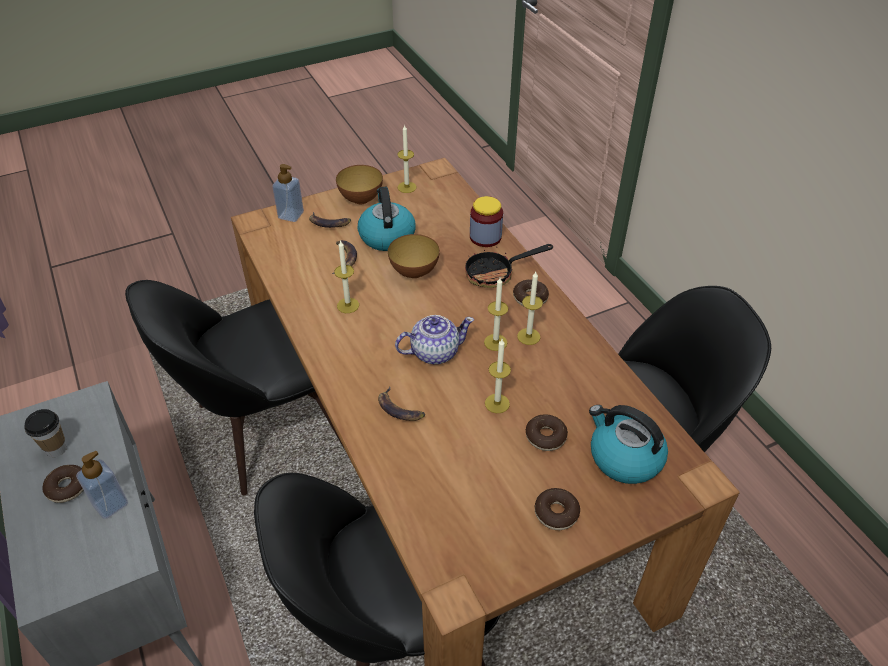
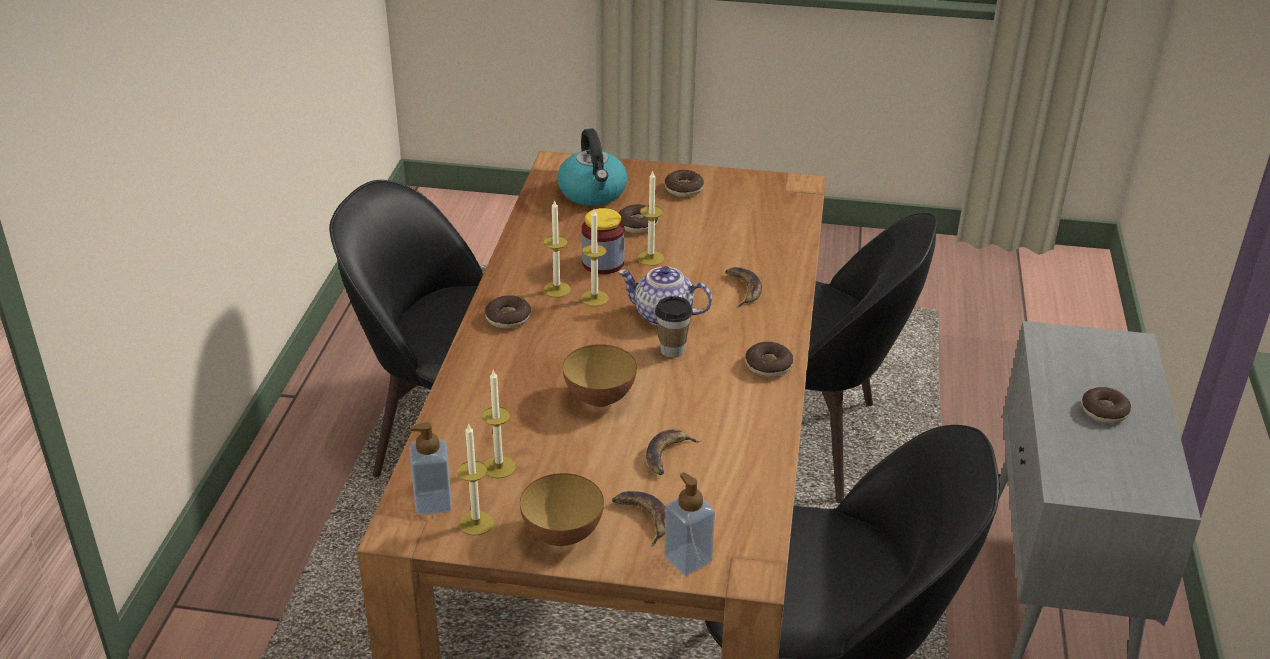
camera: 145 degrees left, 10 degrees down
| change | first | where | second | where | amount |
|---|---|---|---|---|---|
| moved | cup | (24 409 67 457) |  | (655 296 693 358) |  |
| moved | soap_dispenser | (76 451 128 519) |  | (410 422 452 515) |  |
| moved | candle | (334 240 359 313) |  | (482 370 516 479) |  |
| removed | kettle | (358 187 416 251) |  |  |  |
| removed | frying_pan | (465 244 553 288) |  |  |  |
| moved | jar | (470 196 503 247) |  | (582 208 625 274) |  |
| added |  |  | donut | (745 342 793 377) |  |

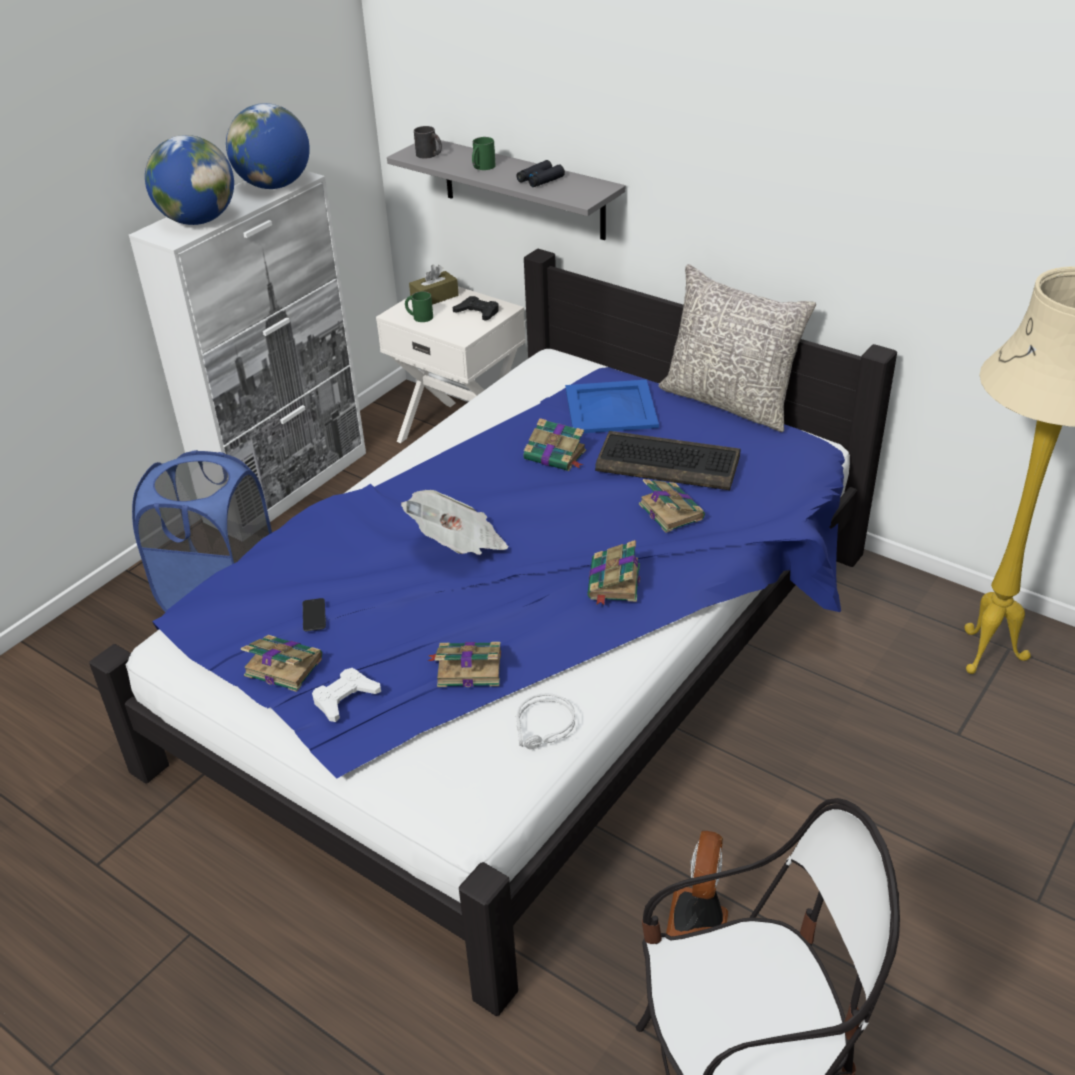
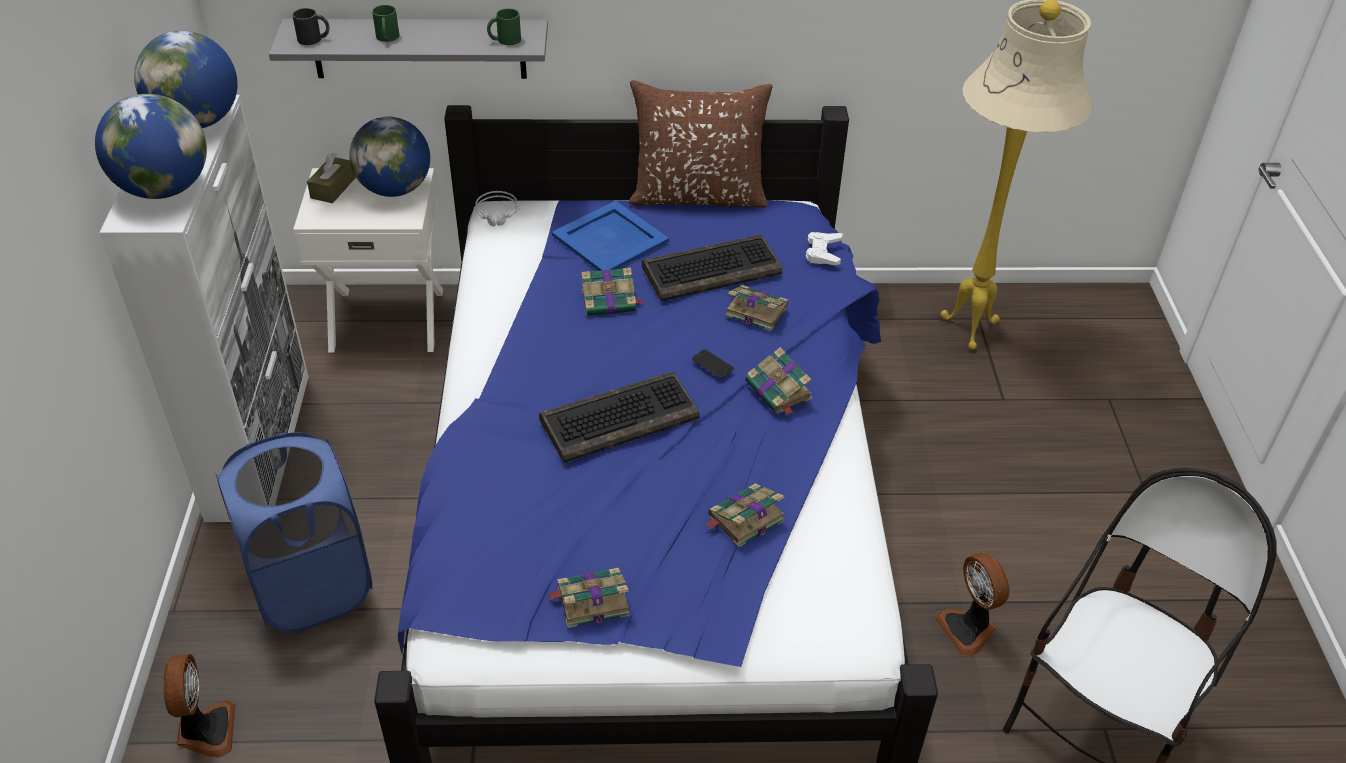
camera: 40 degrees left, 5 degrees up
| change | first | where | second | where | amount |
|---|---|---|---|---|---|
| moved | phone | (303 598 326 631) |  | (692 349 734 378) |  |
| moved | white_game_controller | (312 668 381 722) |  | (806 232 843 265) |  |
| replaced | newspaper | (401 490 509 555) | keyboard | (539 371 700 463) |  |
| moved | green_mug | (405 291 433 322) |  | (487 8 521 45) |  |
| replaced | black_game_controller | (453 296 499 321) | globe | (349 117 430 197) |  |
| removed | black_binoculars | (516 160 565 187) |  |  |  |
| moved | grey_headphones | (516 693 575 750) |  | (476 191 521 226) |  |
| recoloured | grey_pillow | (659 264 816 432) | brown_pillow | (628 80 773 208) |  |
| added |  |  | fan | (163 654 236 757) |  |

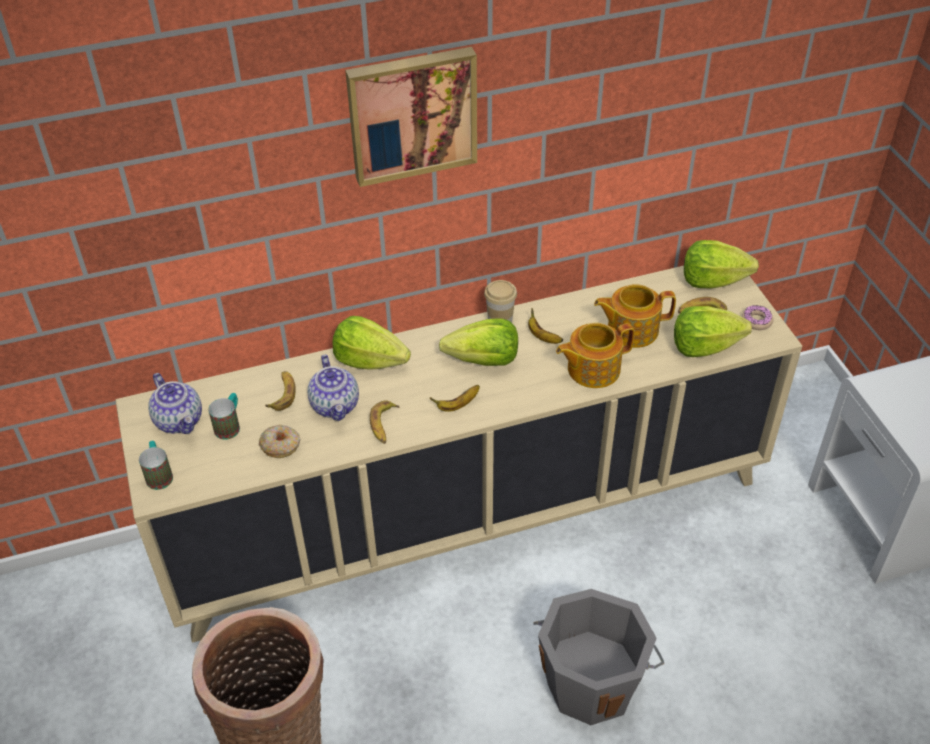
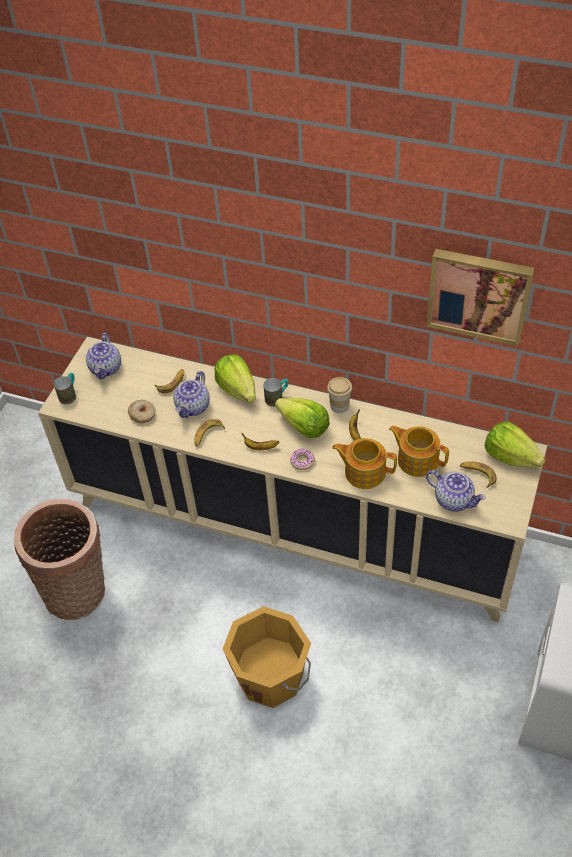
camera: 40 degrees right, 5 degrees up
| change | first | where | second | where | amount |
|---|---|---|---|---|---|
| moved | mug | (208 393 240 440) |  | (263 378 288 407) |  |
| moved | picture | (345 47 477 187) |  | (426 249 534 346) |  |
| recoloured | grey_bucket | (533 589 664 725) | orange_bucket | (223 606 311 708) |  |
| replaced | lettuce | (674 306 752 357) | teapot | (426 470 486 511) |  |
| moved | donut | (742 305 774 330) |  | (290 448 315 470) |  |

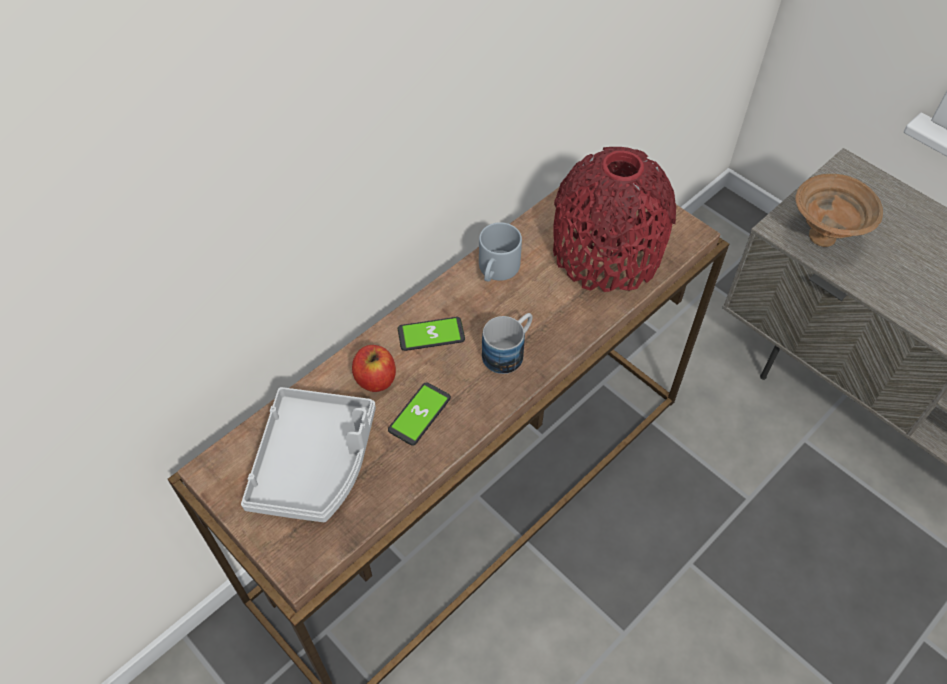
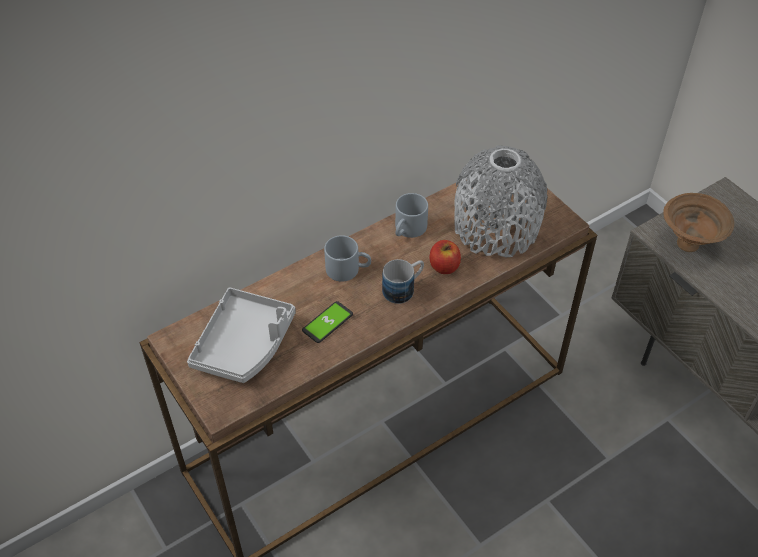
camera: 10 degrees right, 5 degrees down
| change | first | where | second | where | amount |
|---|---|---|---|---|---|
| moved | apple | (352 345 396 392) |  | (430 240 461 274) |  |
| replaced | phone | (398 317 465 351) | grey_mug | (324 235 371 282) |  |
| recoloured | red_vase | (553 147 676 292) | grey_vase | (454 145 547 257) |  |

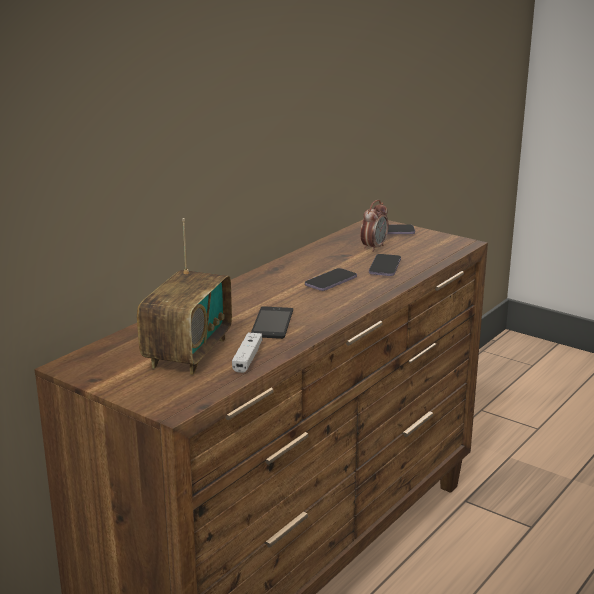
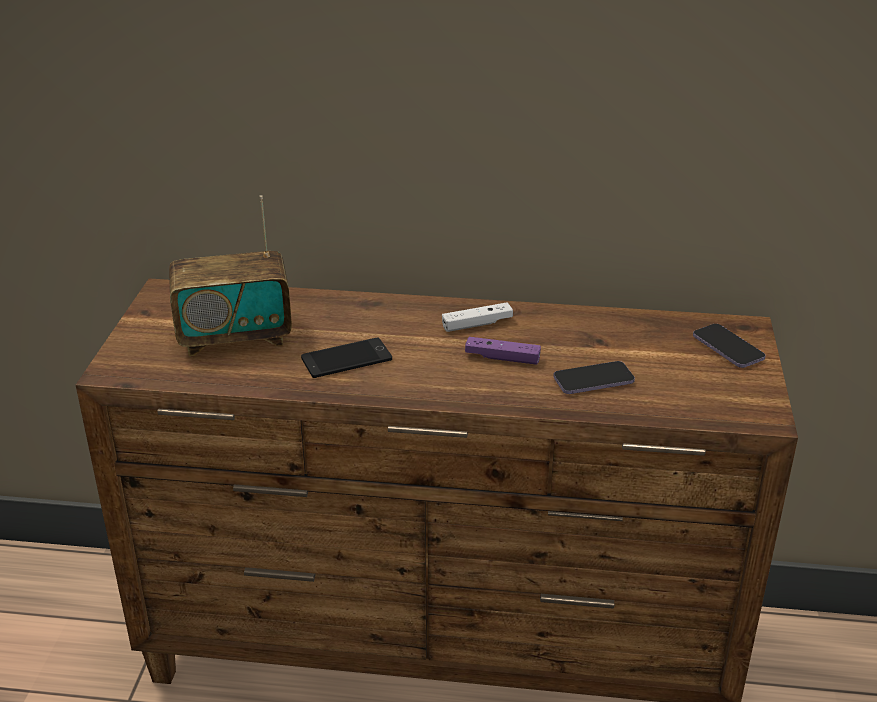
camera: 60 degrees right, 10 degrees up
| change | first | where | second | where | amount |
|---|---|---|---|---|---|
| moved | white_game_controller | (232 332 262 373) |  | (442 302 513 332) |  |
| replaced | phone | (305 268 357 291) | purple_game_controller | (465 337 541 365) |  |
| removed | alarm_clock | (360 200 389 252) |  |  |  |

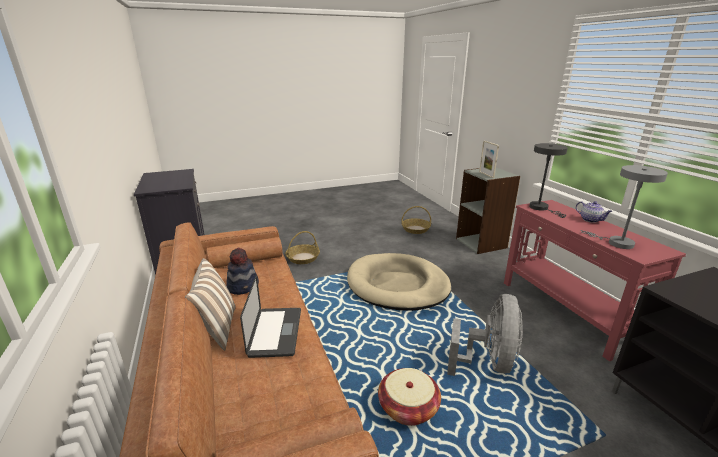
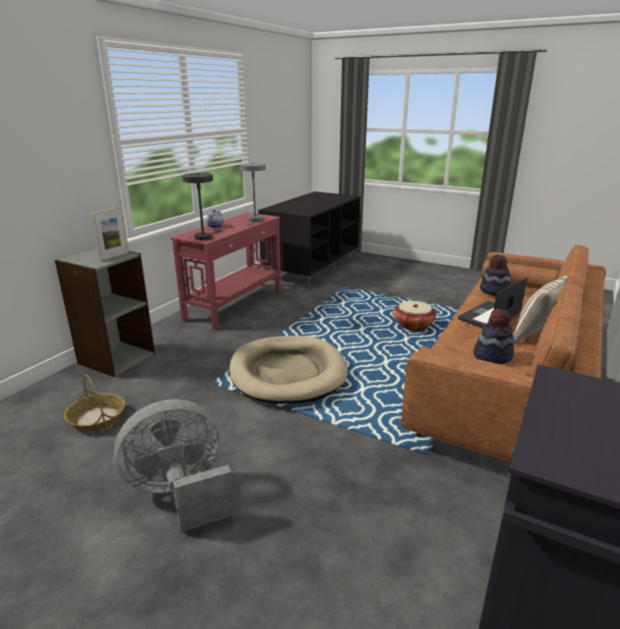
camera: 130 degrees left, 0 degrees up
| change | first | where | second | where | amount |
|---|---|---|---|---|---|
| removed | basket | (285 231 320 264) |  |  |  |
| moved | grey_fan | (447 294 523 376) |  | (114 399 235 532) |  |
| added |  |  | hat | (480 255 511 296) |  |

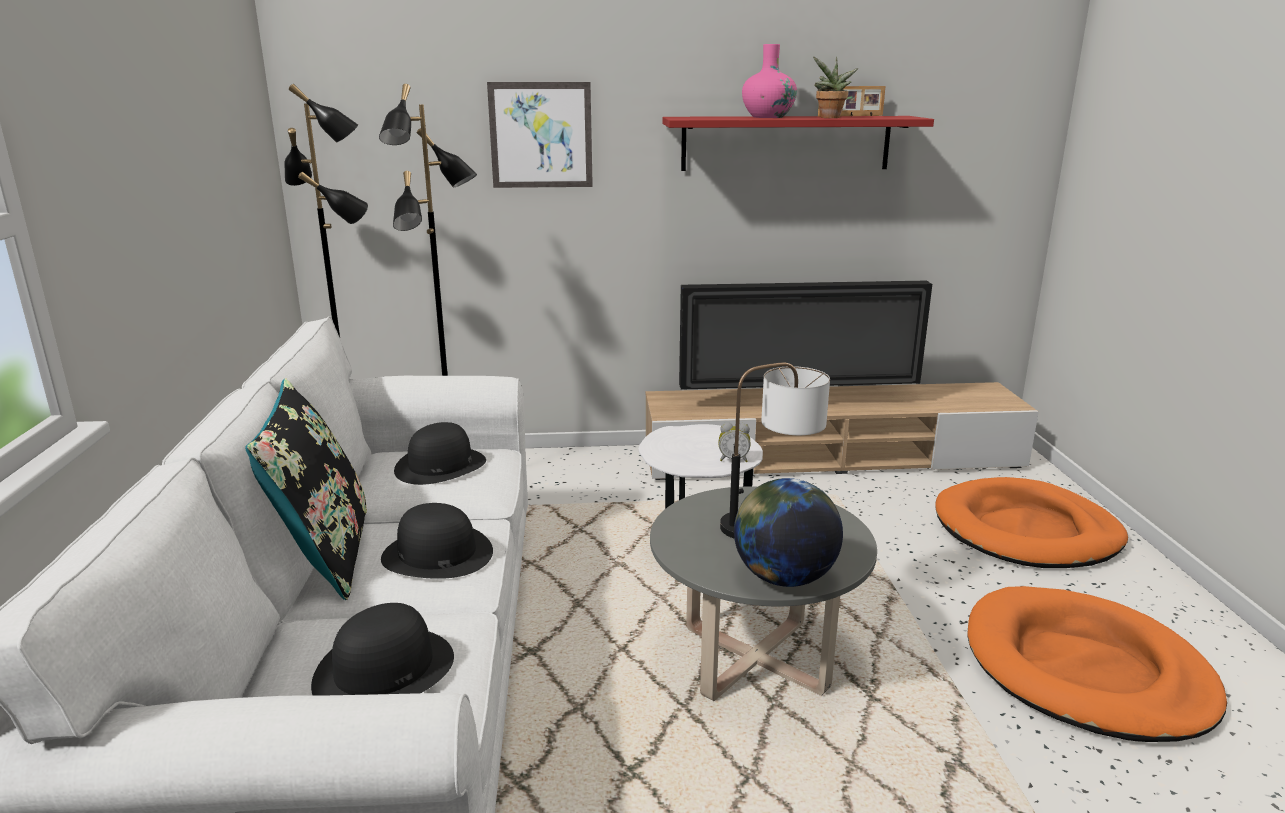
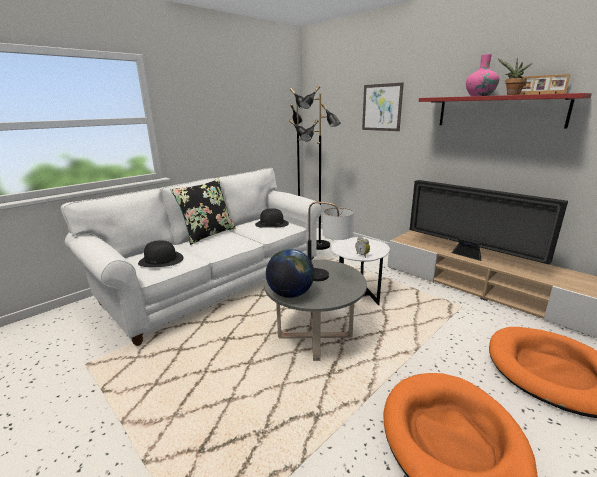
camera: 50 degrees right, 0 degrees up
| change | first | where | second | where | amount |
|---|---|---|---|---|---|
| removed | black_hat | (381 503 493 579) |  |  |  |

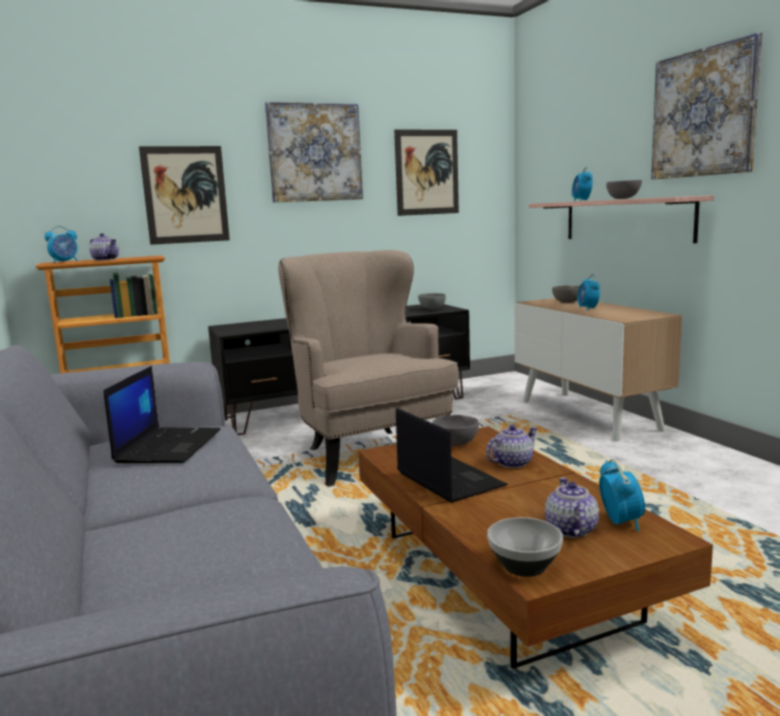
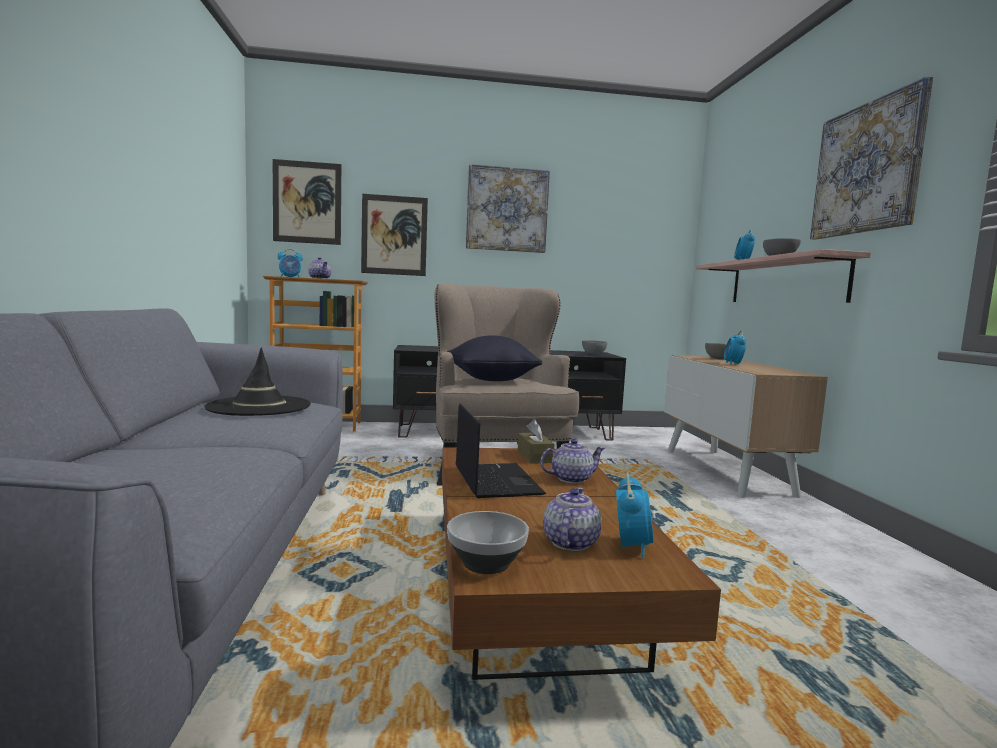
camera: 15 degrees right, 5 degrees down
| change | first | where | second | where | amount |
|---|---|---|---|---|---|
| replaced | laptop | (104 366 221 463) | black_hat | (204 348 311 416) |  |
| moved | picture | (394 129 459 216) |  | (273 159 341 245) |  |
| replaced | grey_bowl | (432 415 479 446) | brown_tissue_box | (518 420 554 464) |  |
| added |  |  | black_pillow | (447 335 542 381) |  |

